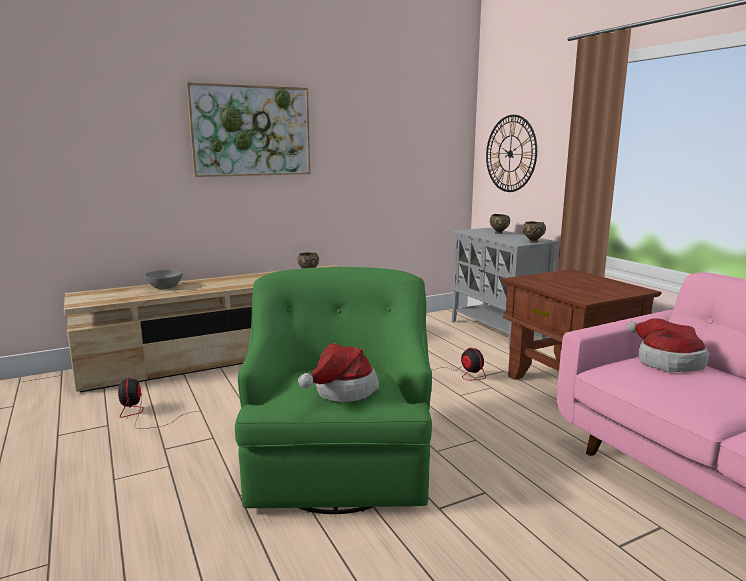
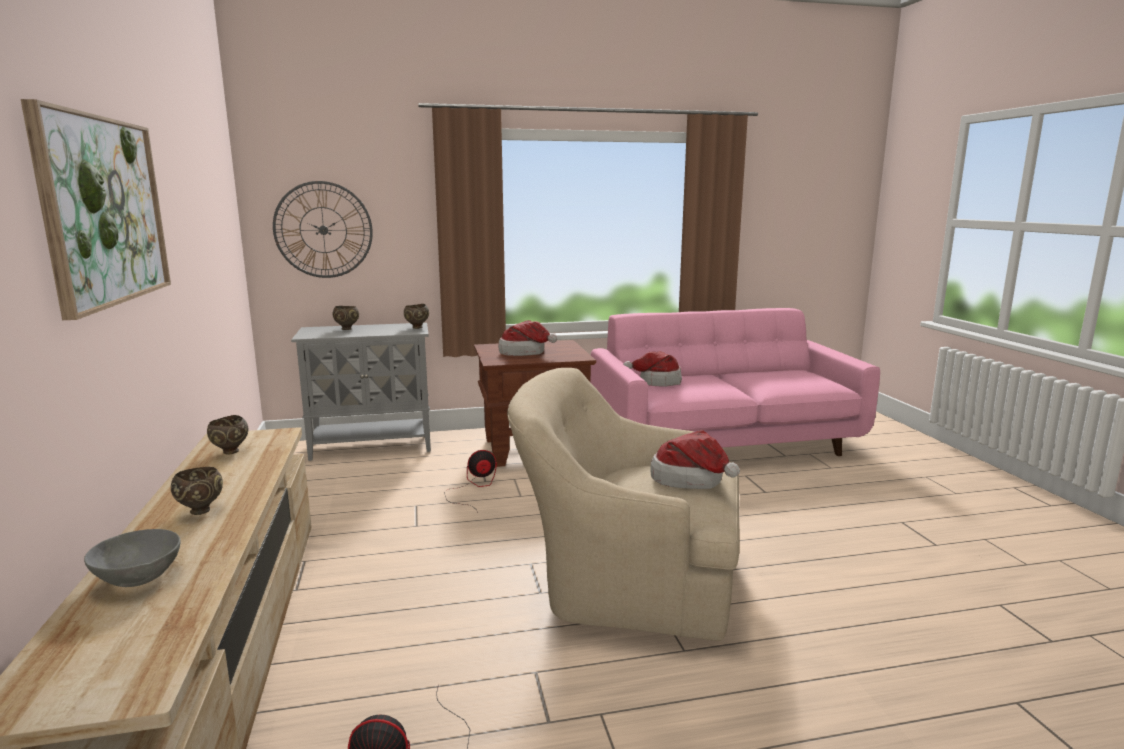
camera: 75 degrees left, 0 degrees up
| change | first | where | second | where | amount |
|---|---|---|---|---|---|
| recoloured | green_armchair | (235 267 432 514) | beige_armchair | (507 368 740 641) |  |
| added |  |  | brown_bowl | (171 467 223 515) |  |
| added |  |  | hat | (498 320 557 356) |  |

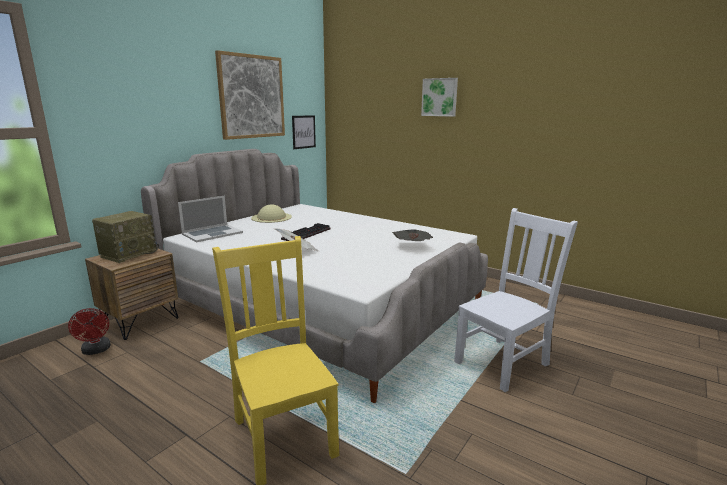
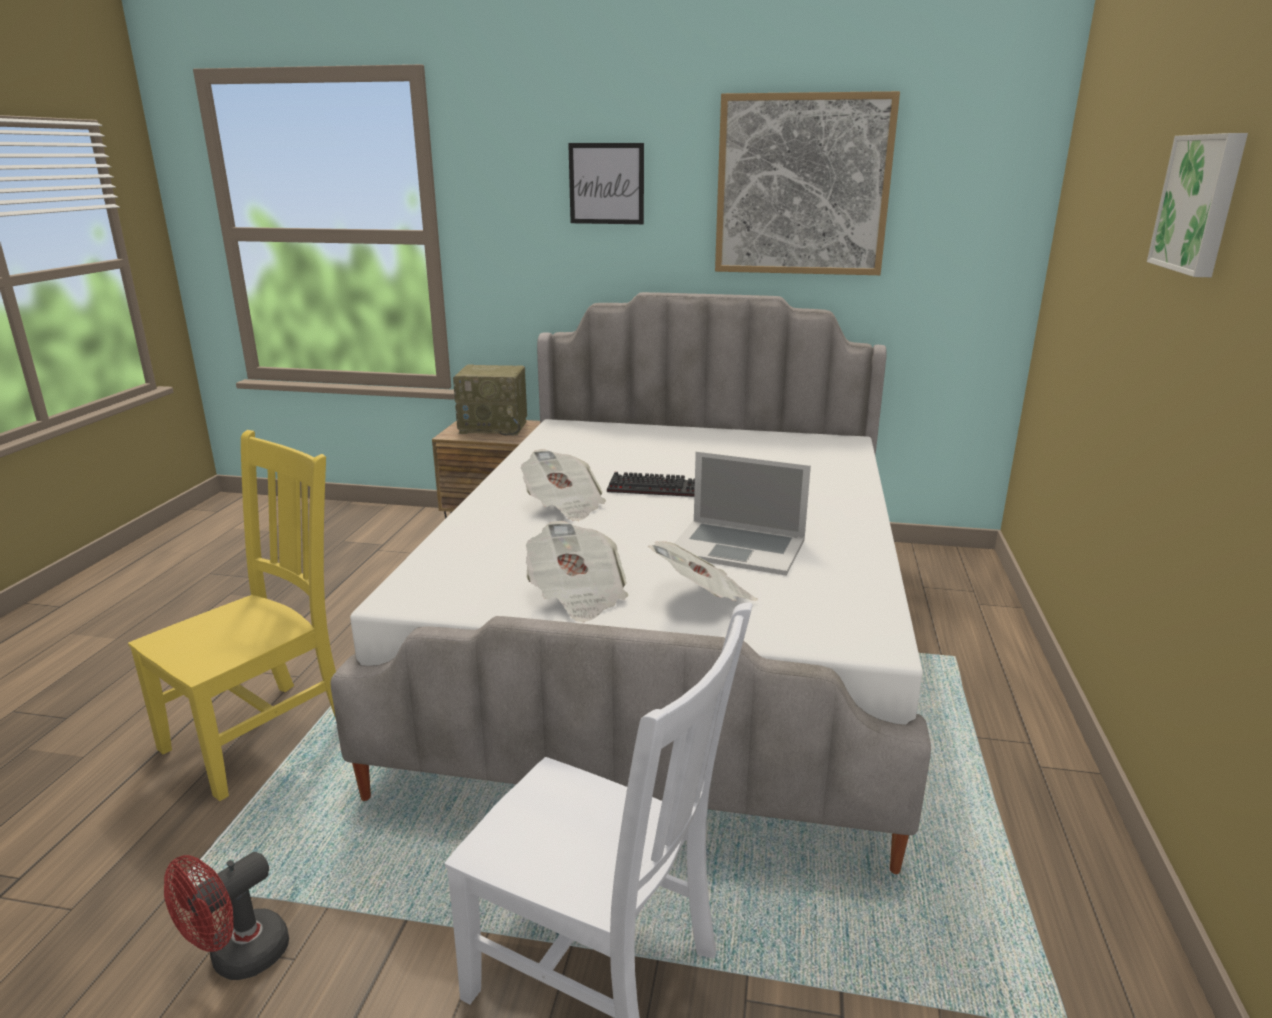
camera: 65 degrees right, 5 degrees up
| change | first | where | second | where | amount |
|---|---|---|---|---|---|
| moved | red_fan | (68 308 111 355) |  | (164 852 289 980) |  |
| moved | laptop | (178 196 243 242) |  | (674 451 811 576) |  |
| removed | beige_hat | (251 204 292 223) |  |  |  |
| moved | picture | (292 115 316 149) |  | (568 143 644 224) |  |
| added |  |  | newspaper | (526 521 628 622) |  |

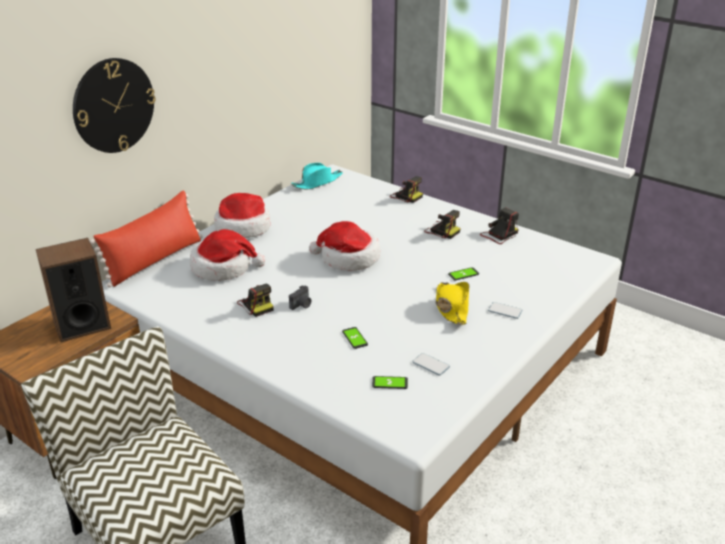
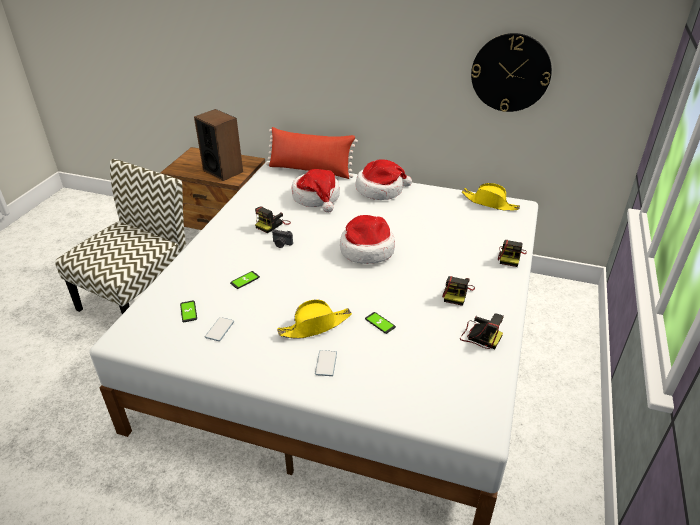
camera: 70 degrees right, 5 degrees up
| change | first | where | second | where | amount |
|---|---|---|---|---|---|
| moved | wall_clock | (73 58 156 153) |  | (471 33 552 112) |  |
| recoloured | turquoise_hat | (291 163 343 189) | yellow_hat | (462 183 520 211) |  |

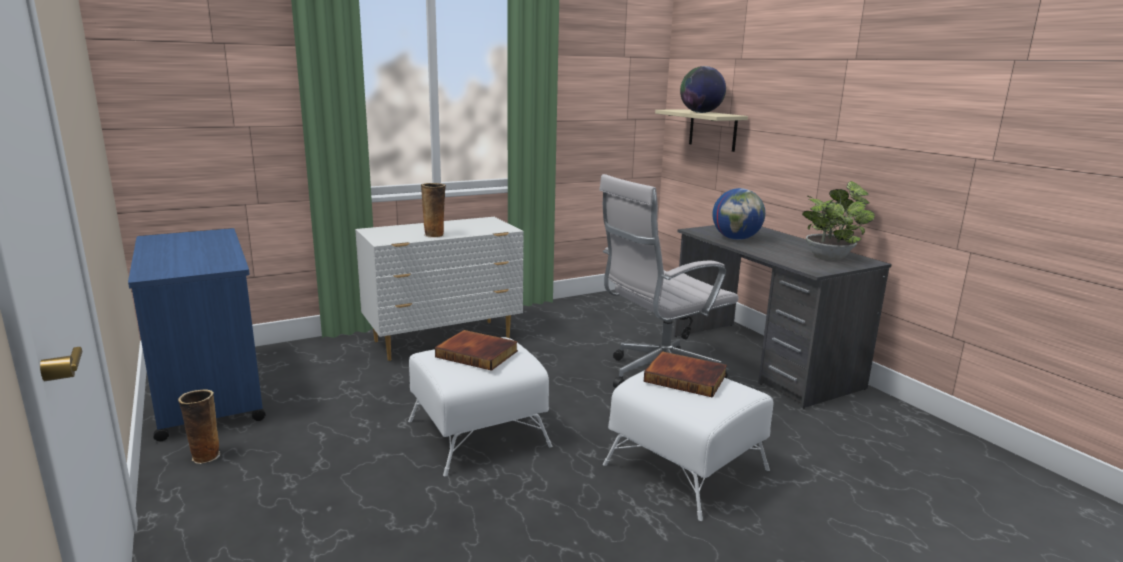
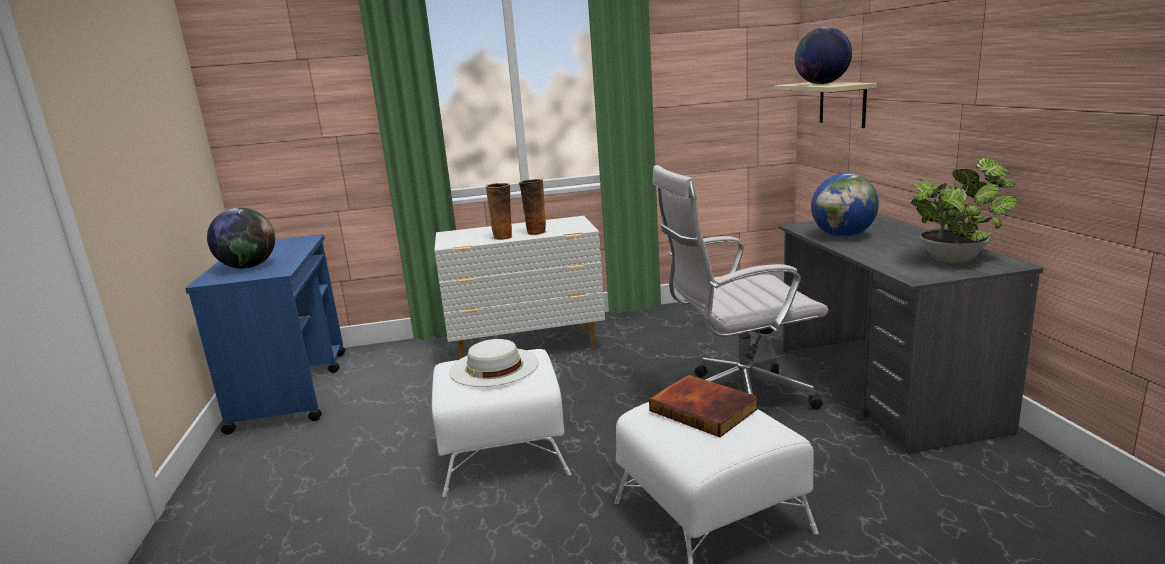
camera: 20 degrees right, 0 degrees up
| change | first | where | second | where | amount |
|---|---|---|---|---|---|
| moved | vase | (178 390 220 464) |  | (519 179 546 235) |  |
| replaced | book | (435 330 518 371) | white_hat | (449 339 539 387) |  |
| added |  |  | globe | (207 208 275 269) |  |

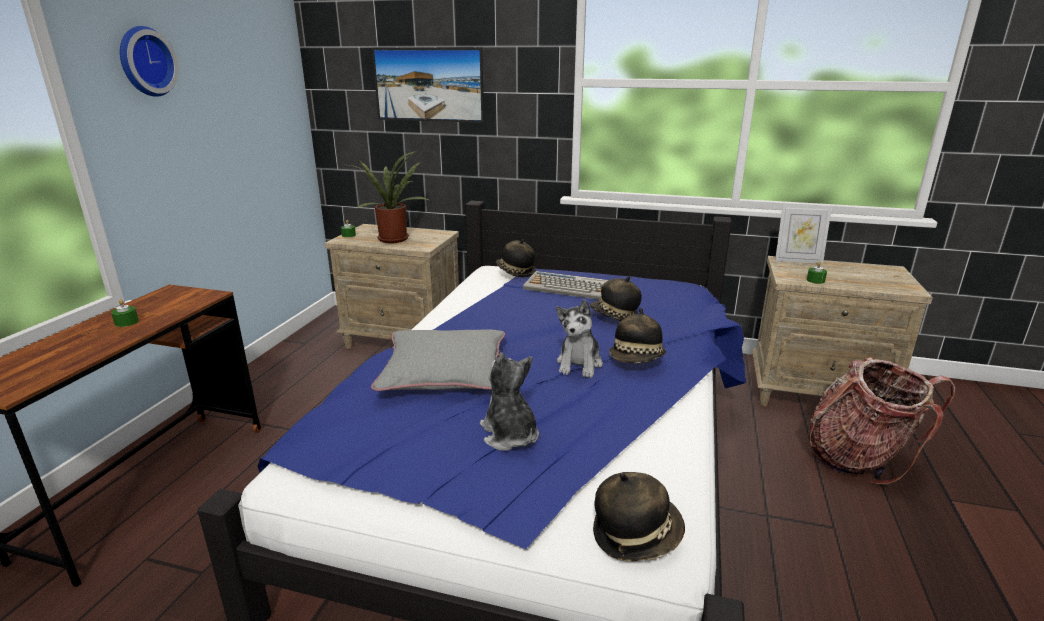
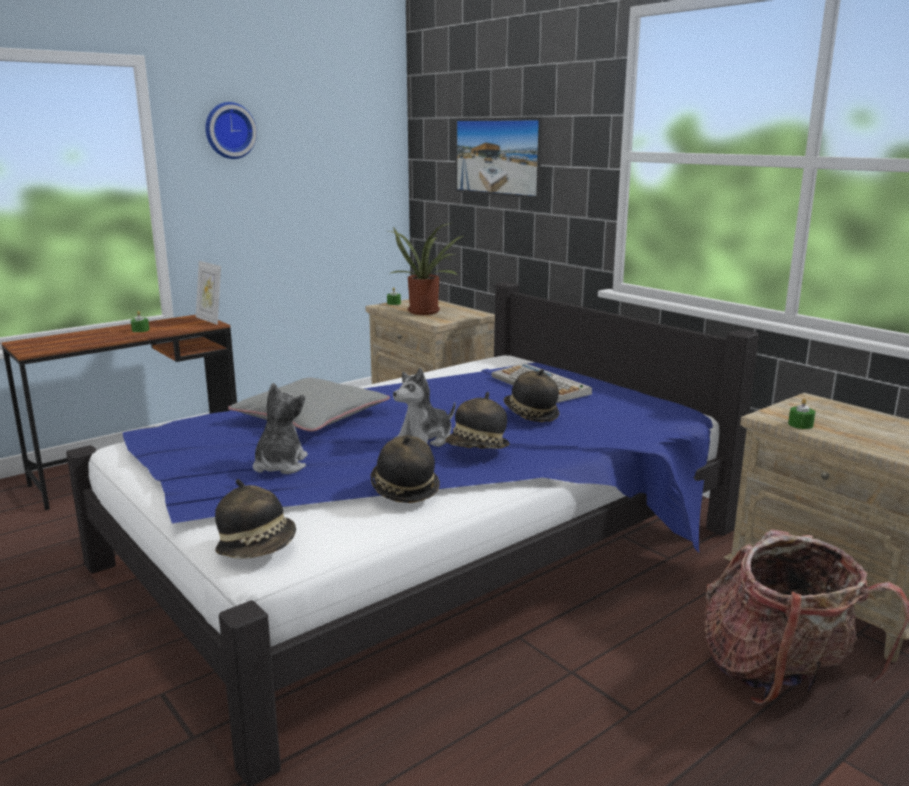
camera: 35 degrees right, 5 degrees down
| change | first | where | second | where | amount |
|---|---|---|---|---|---|
| moved | hat | (496 239 536 277) |  | (371 435 440 503) |  |
| moved | picture_frame | (775 204 832 264) |  | (196 261 221 325) |  |

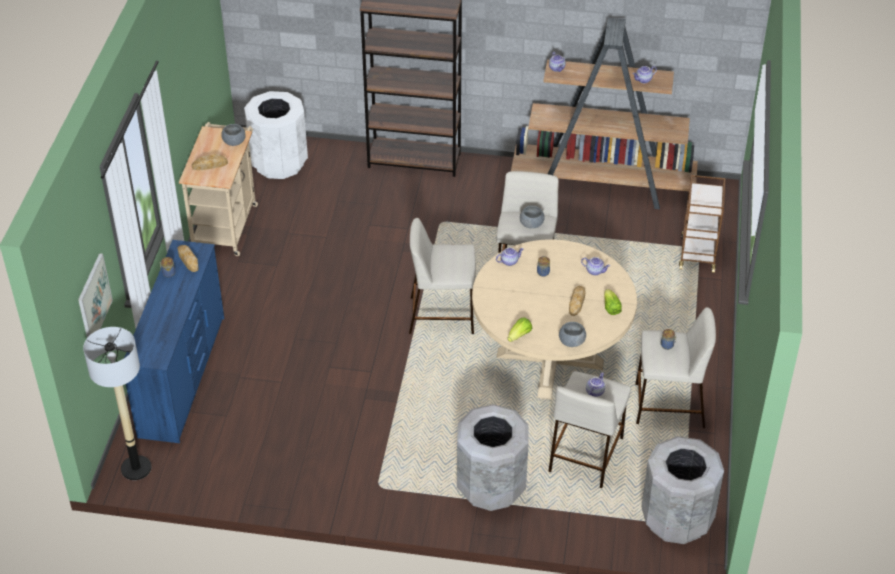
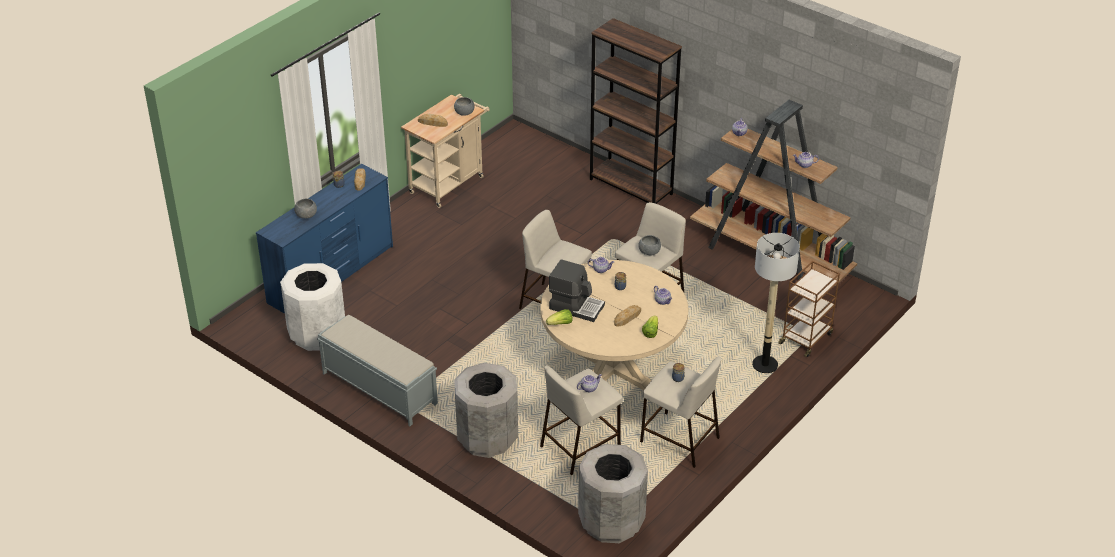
camera: 30 degrees right, 5 degrees down
| change | first | where | second | where | amount |
|---|---|---|---|---|---|
| removed | picture | (78 253 113 338) |  |  |  |
| moved | floor_lamp | (83 327 151 480) |  | (752 233 800 373) |  |
| moved | white_trash_can | (244 91 308 179) |  | (280 263 345 351) |  |
| moved | grey_bowl | (559 322 586 347) |  | (294 198 317 219) |  |
| added |  |  | grey_bench | (317 315 438 426) |  |
| added |  |  | coffee_machine | (549 259 605 322) |  |

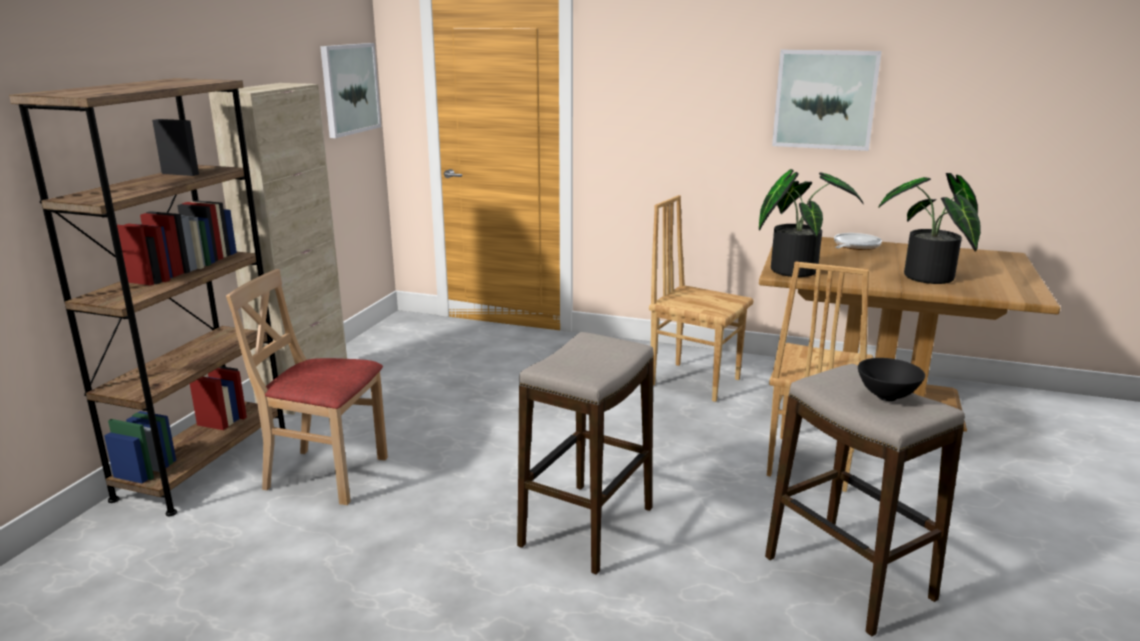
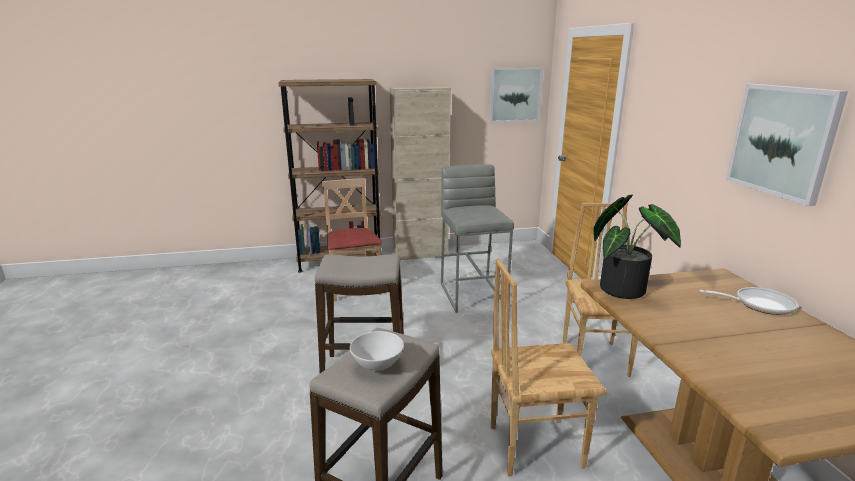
camera: 60 degrees right, 0 degrees up
| change | first | where | second | where | amount |
|---|---|---|---|---|---|
| recoloured | black_bowl | (858 358 925 401) | white_bowl | (350 331 404 371) |  |
| removed | potted_plant | (878 173 981 284) |  |  |  |
| added |  |  | grey_stool | (441 165 514 313) |  |

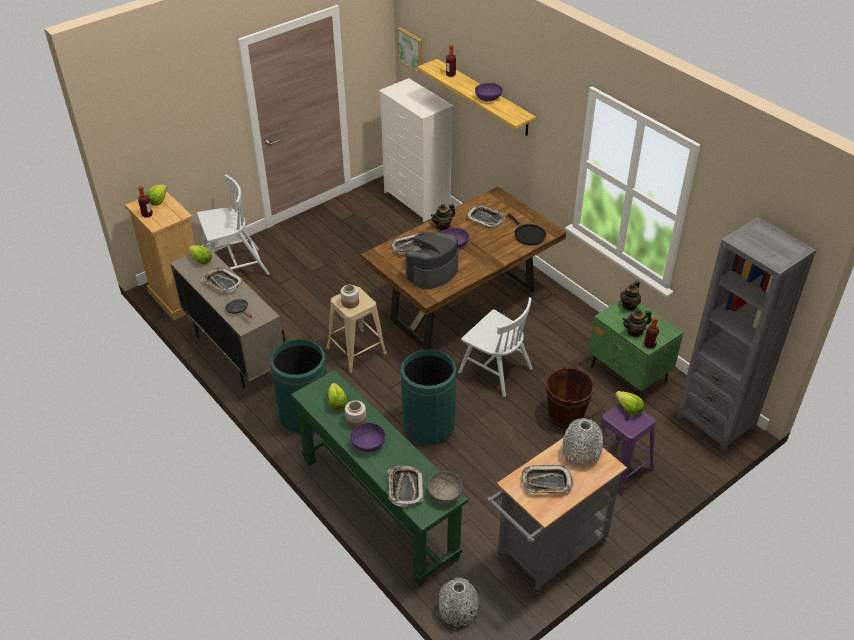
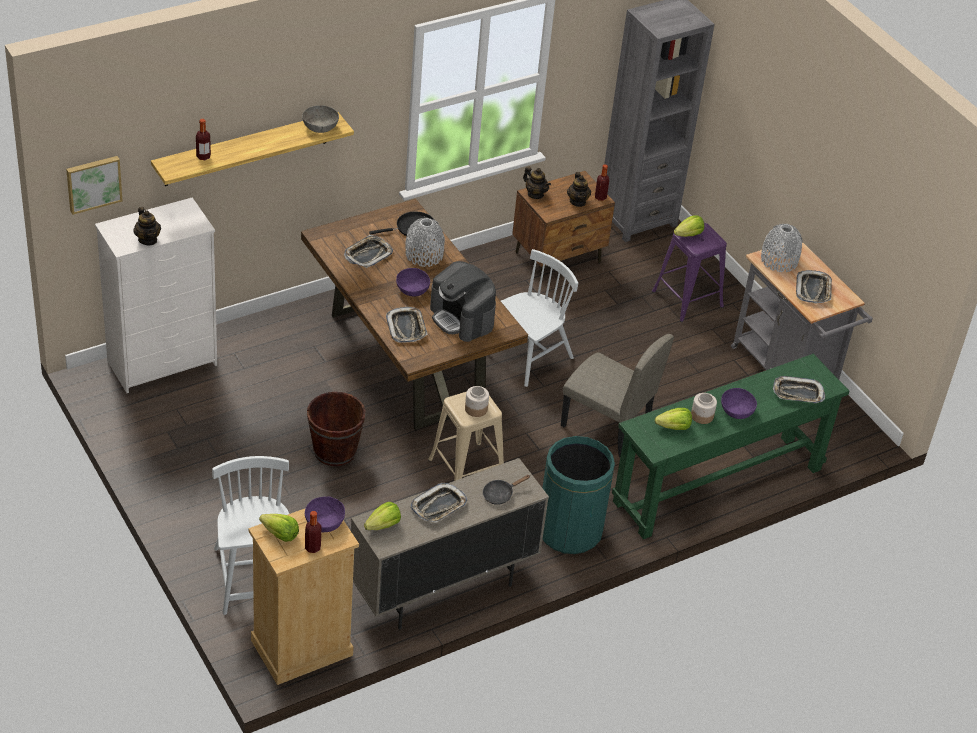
camera: 85 degrees left, 0 degrees up
| change | first | where | second | where | amount |
|---|---|---|---|---|---|
| replaced | green_trash_can | (401 350 456 445) | beige_chair | (561 334 674 457) |  |
| moved | grey_bowl | (428 471 463 504) |  | (302 105 339 133) |  |
| moved | teapot | (431 204 455 230) |  | (134 207 161 245) |  |
| moved | grey_vase | (439 578 479 627) |  | (406 218 445 267) |  |
| moved | purple_bowl | (475 83 503 101) |  | (305 497 345 532) |  |
| moved | brown_bucket | (546 366 594 428) |  | (307 392 366 466) |  |
| recoloured | green_nightstand | (589 300 683 396) | brown_nightstand | (512 171 615 281) |  |

